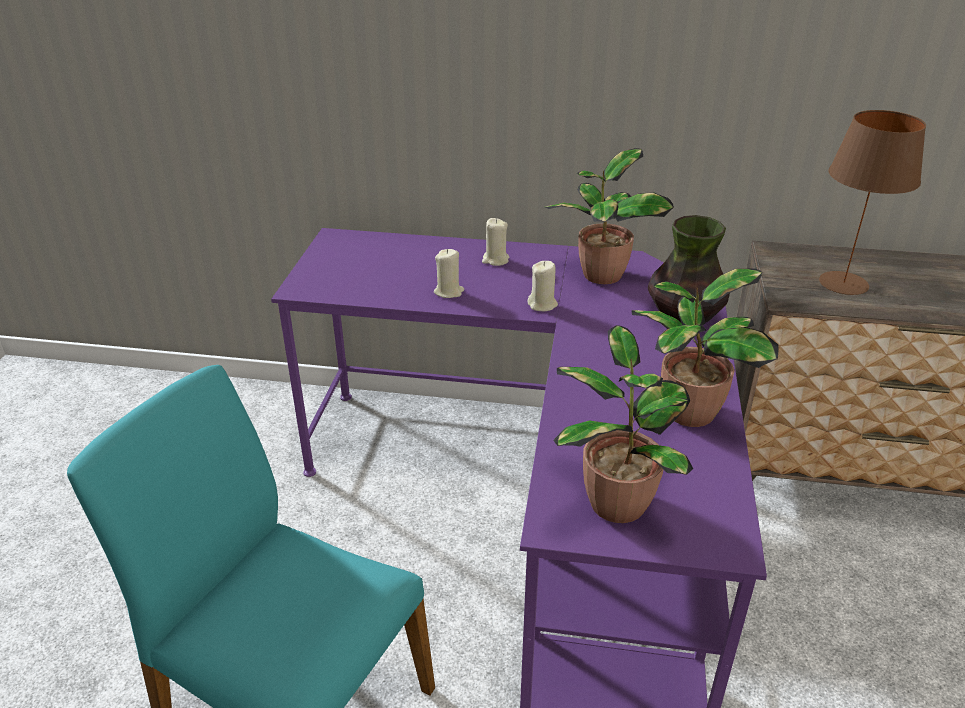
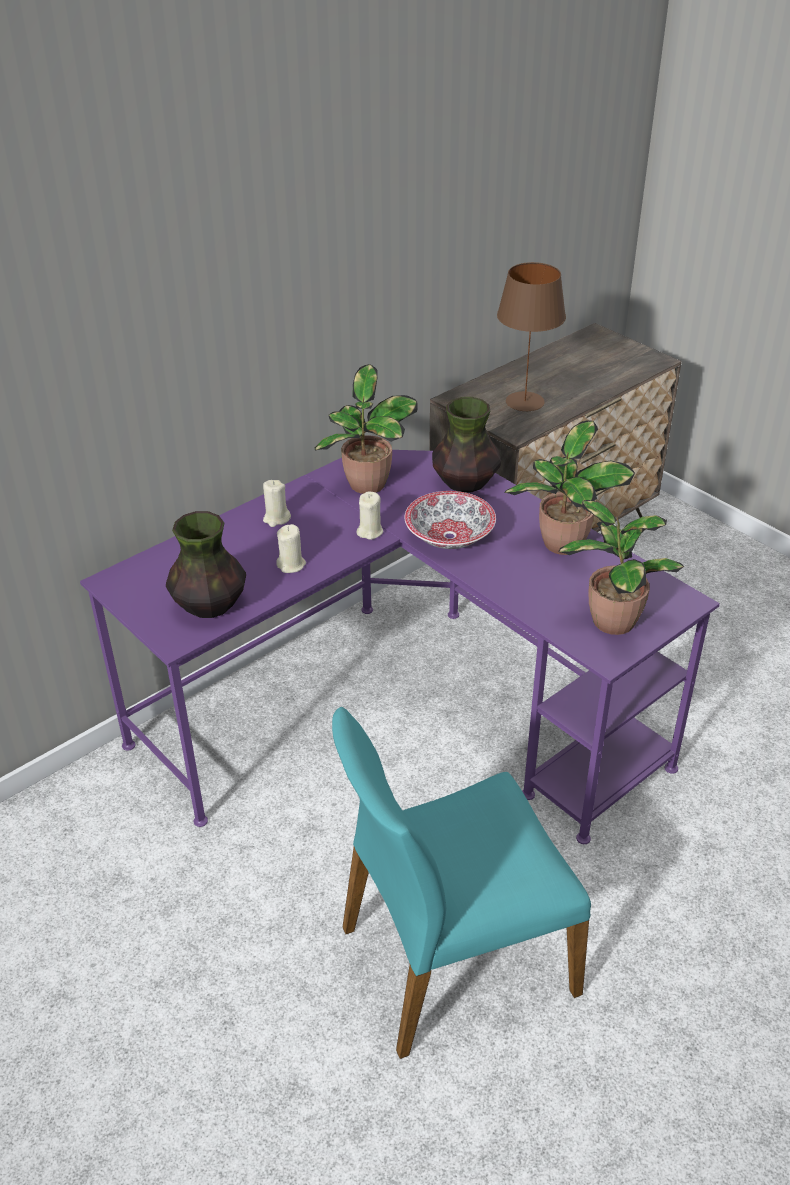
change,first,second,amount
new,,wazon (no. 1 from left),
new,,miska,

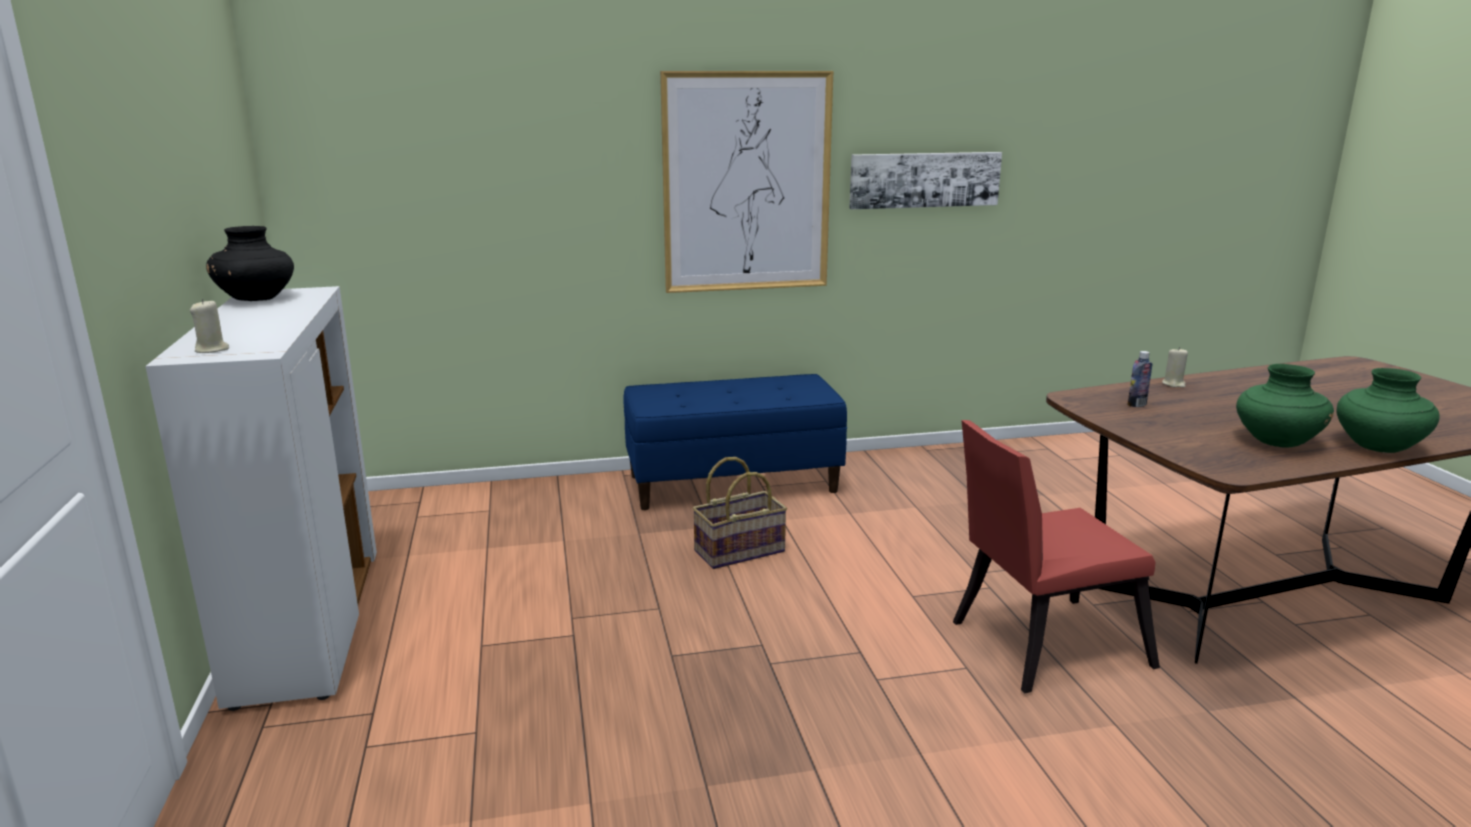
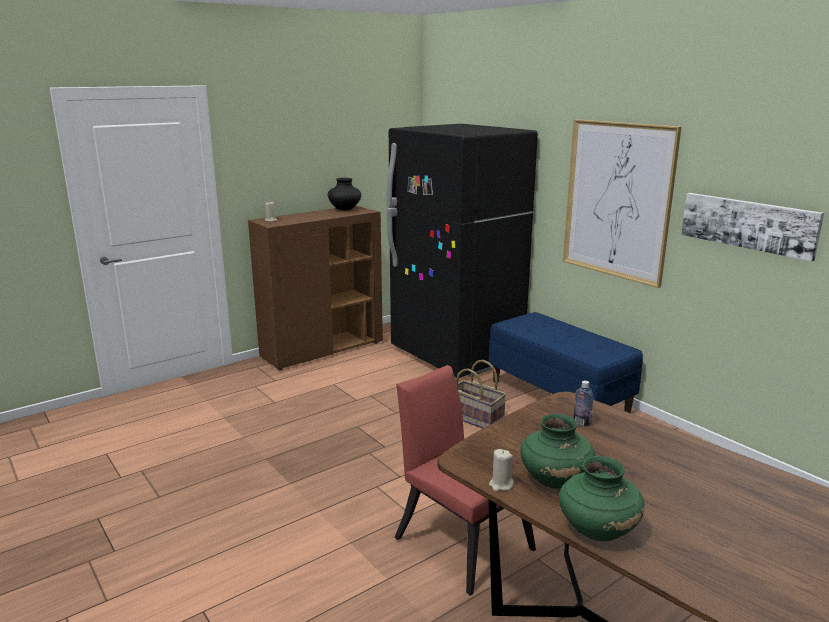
change,first,second,amount
repainted,szafka (biały),szafka (brązowy),
shifted,świeca (beżowy) (no. 2 from left),,
new,,lodówka (czarny),

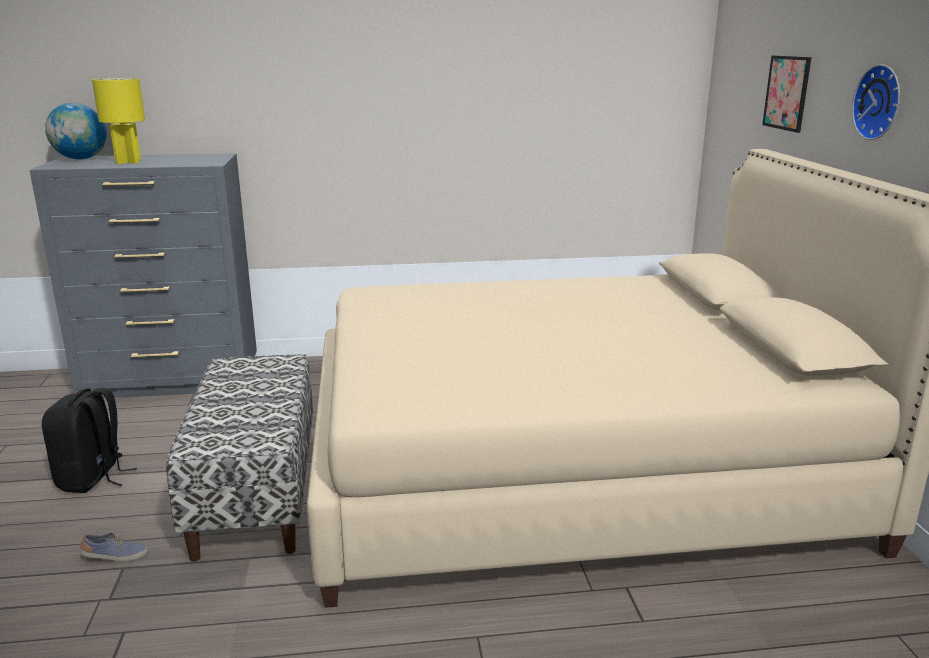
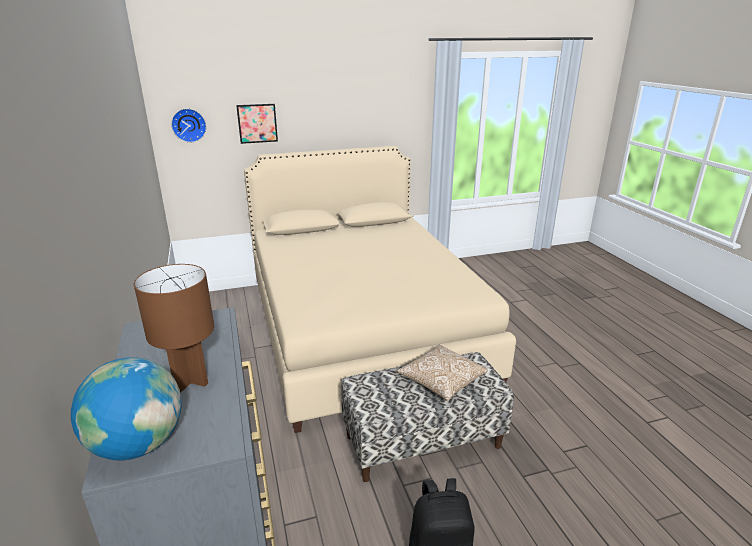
change,first,second,amount
gone,but,,
repainted,lampa stołowa (żółty),lampa stołowa (brązowy),
shifted,zegar ścienny,,
new,,poduszka,

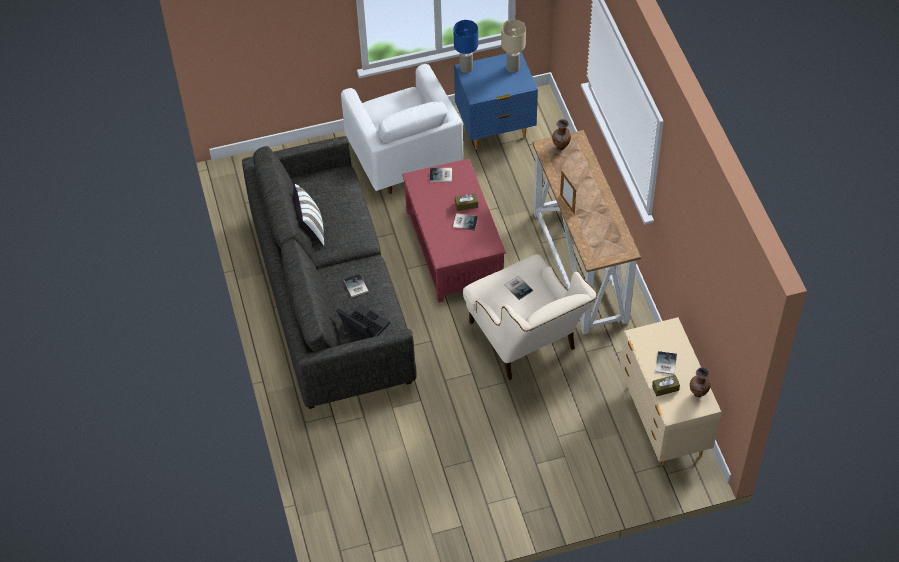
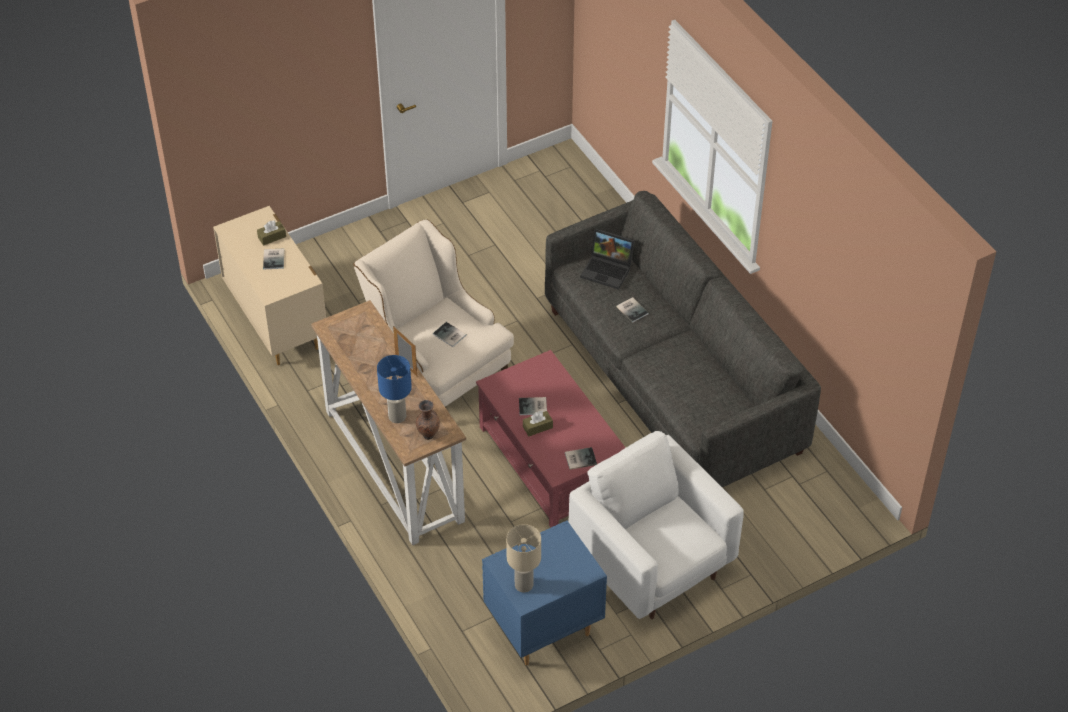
change,first,second,amount
gone,poduszka (biały),,
shifted,lampa stołowa (niebieski),,
gone,wazon (brązowy) (no. 2 from left),,

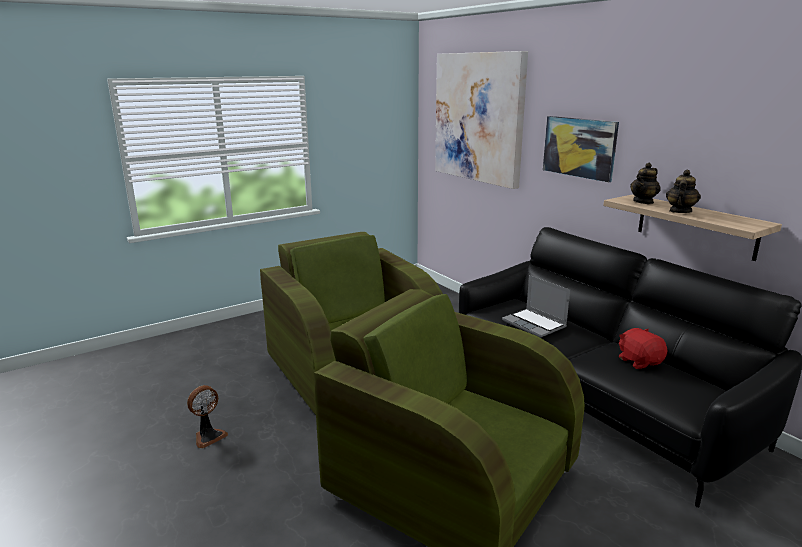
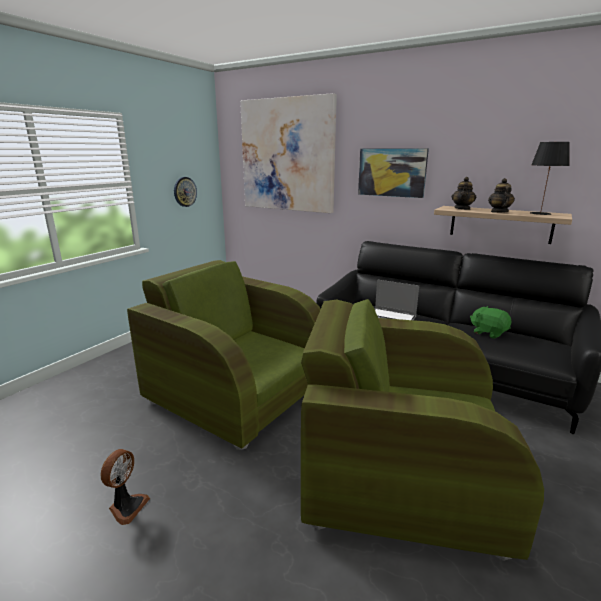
change,first,second,amount
repainted,pluszak (czerwony),pluszak (zielony),
new,,zegar ścienny,
new,,lampa stołowa (czarny),

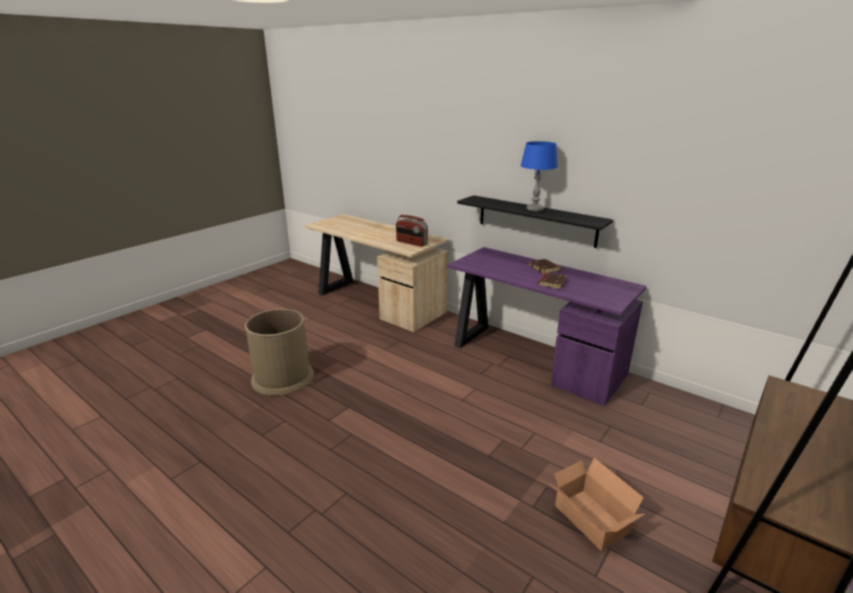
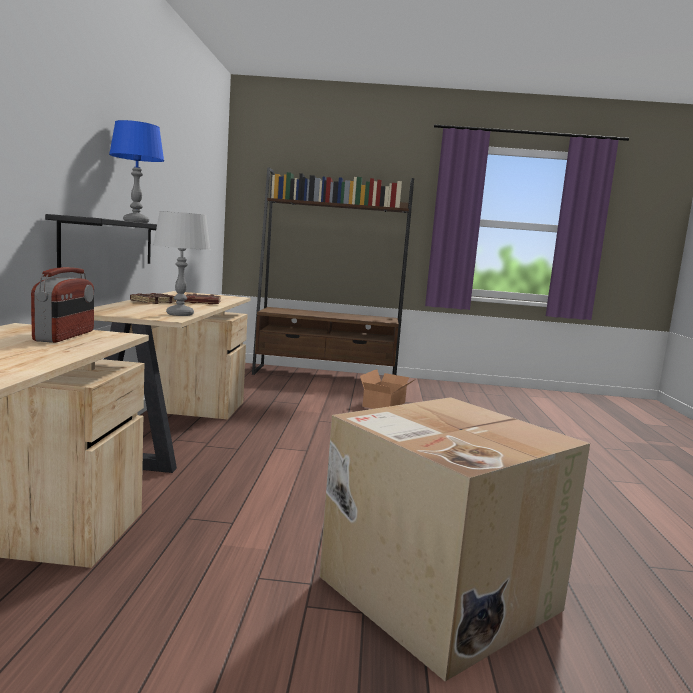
change,first,second,amount
swapped,kosz na śmieci (brązowy),karton (no. 2 from left),
repainted,biurko (fioletowy),biurko (beżowy) (no. 2 from left),
new,,lampa stołowa (szary),

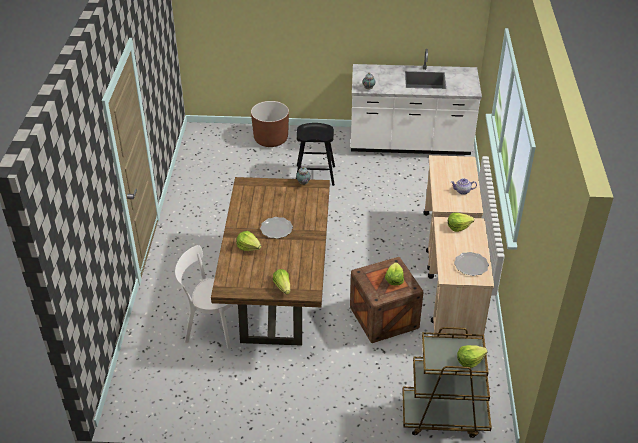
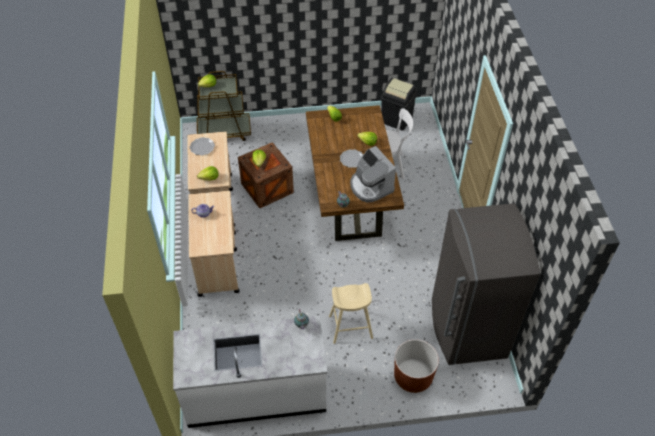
change,first,second,amount
repainted,stołek (czarny),stołek (beżowy),
new,,ekspres do kawy,
new,,kosz na śmieci (czarny),
new,,lodówka (szary),

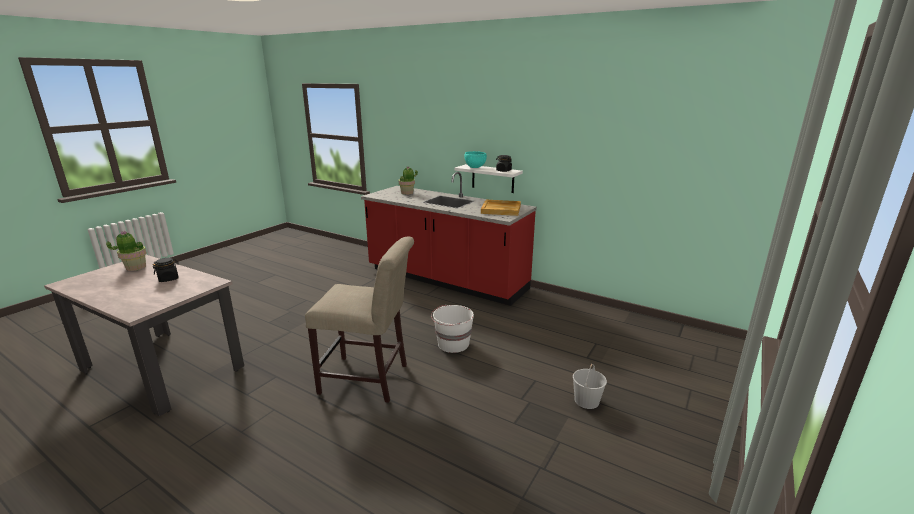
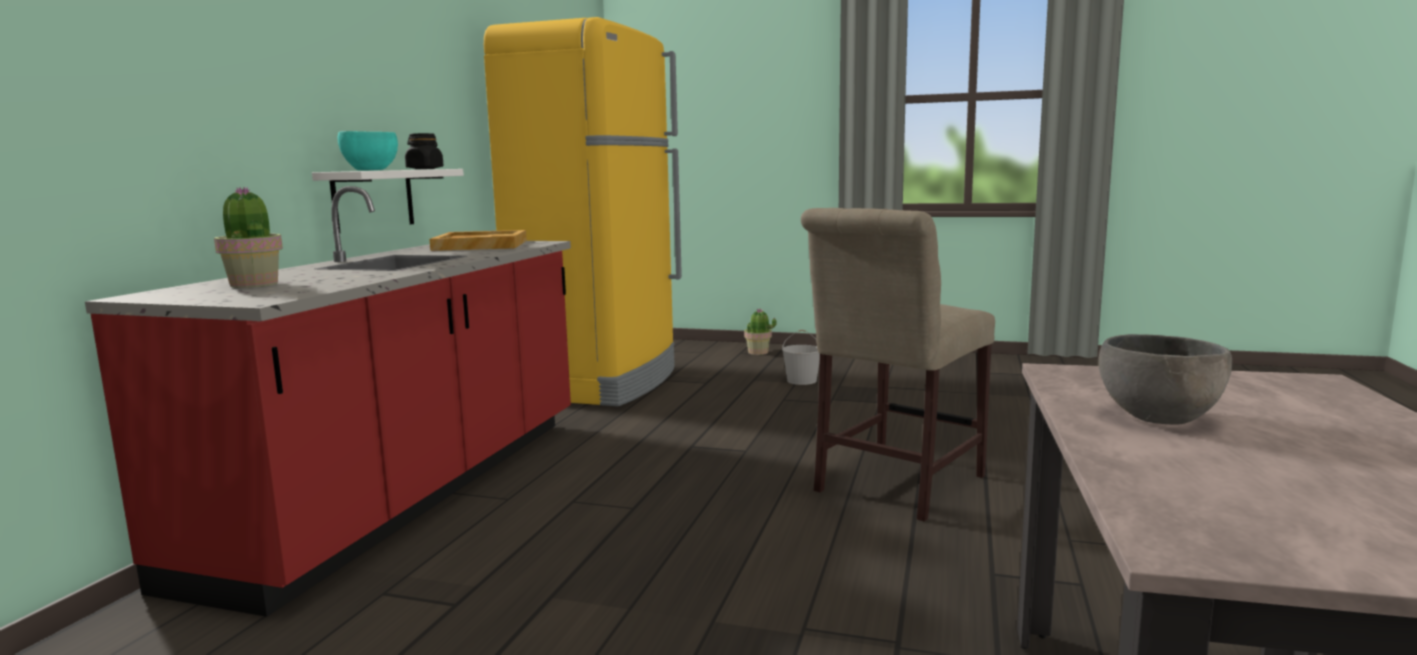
change,first,second,amount
shifted,roślina doniczkowa (no. 1 from left in the first image),roślina doniczkowa (no. 2 from left),
swapped,słoik (czarny) (no. 1 from left),miska (szary),
rotated,krzesło (beżowy),,135 degrees counterclockwise
gone,wiadro (biały) (no. 1 from left),,
new,,lodówka (żółty),

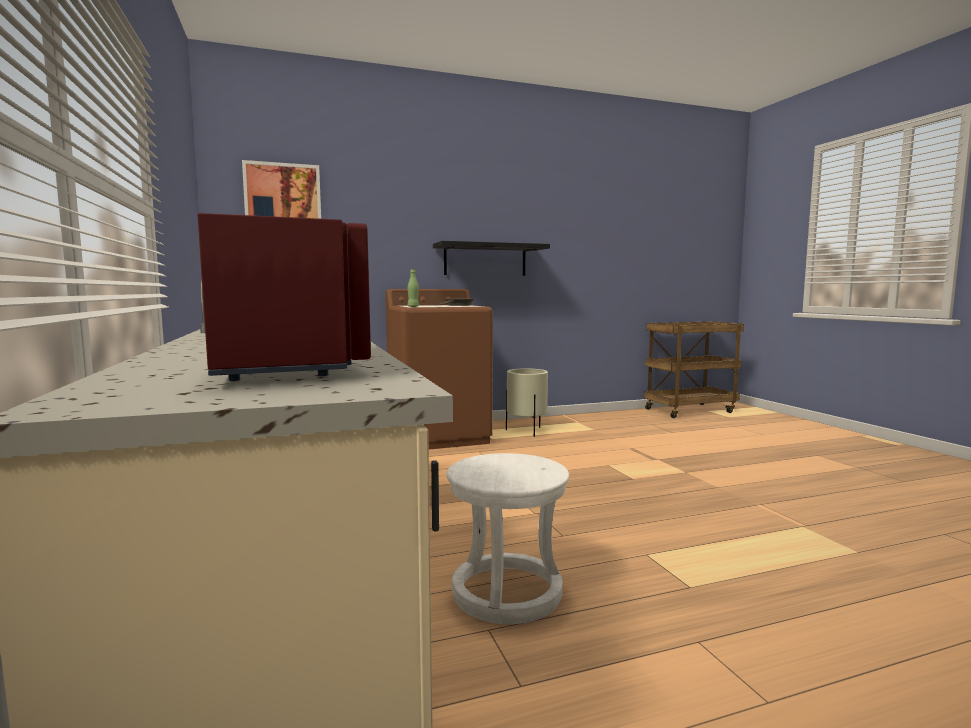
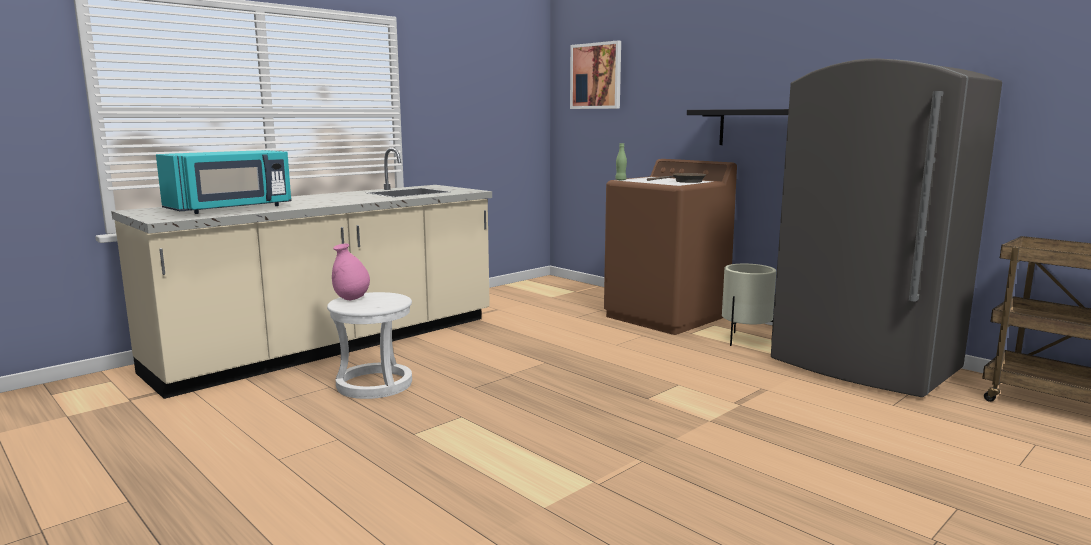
change,first,second,amount
repainted,mikrofalówka (czerwony),mikrofalówka (turkusowy),
new,,wazon (różowy),
new,,lodówka (szary),

